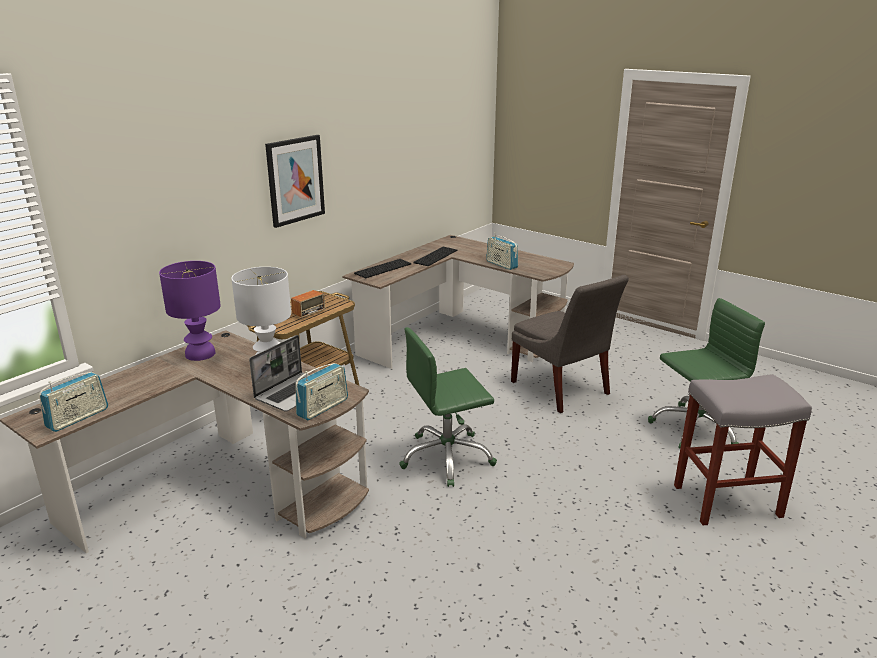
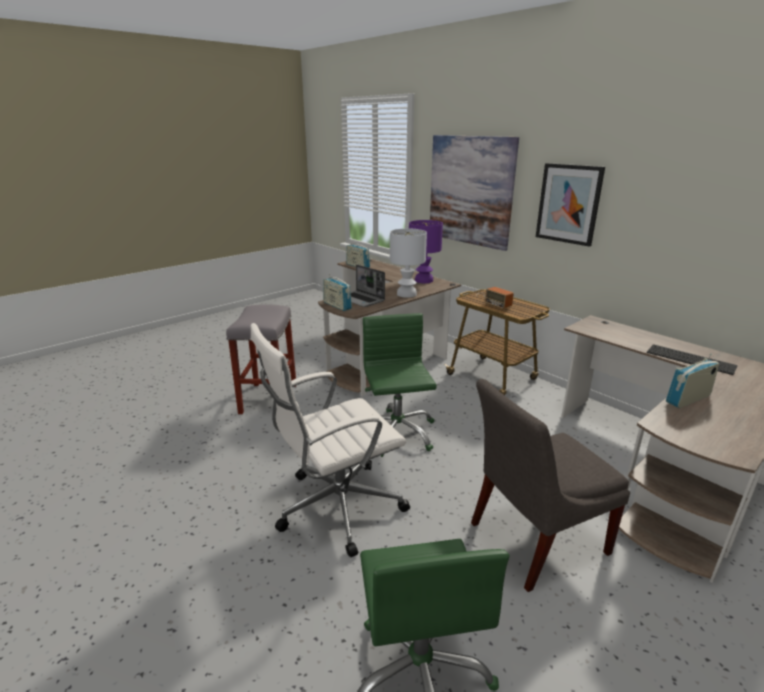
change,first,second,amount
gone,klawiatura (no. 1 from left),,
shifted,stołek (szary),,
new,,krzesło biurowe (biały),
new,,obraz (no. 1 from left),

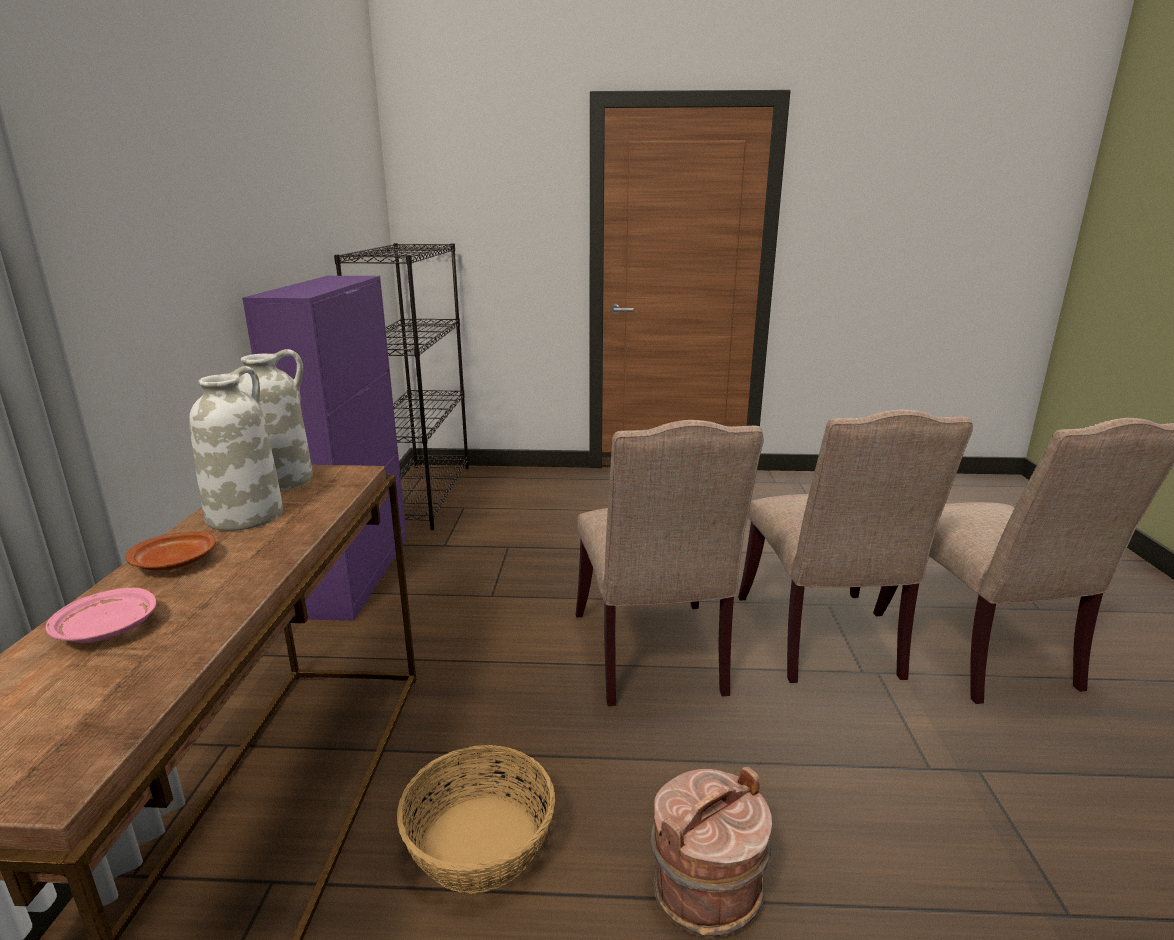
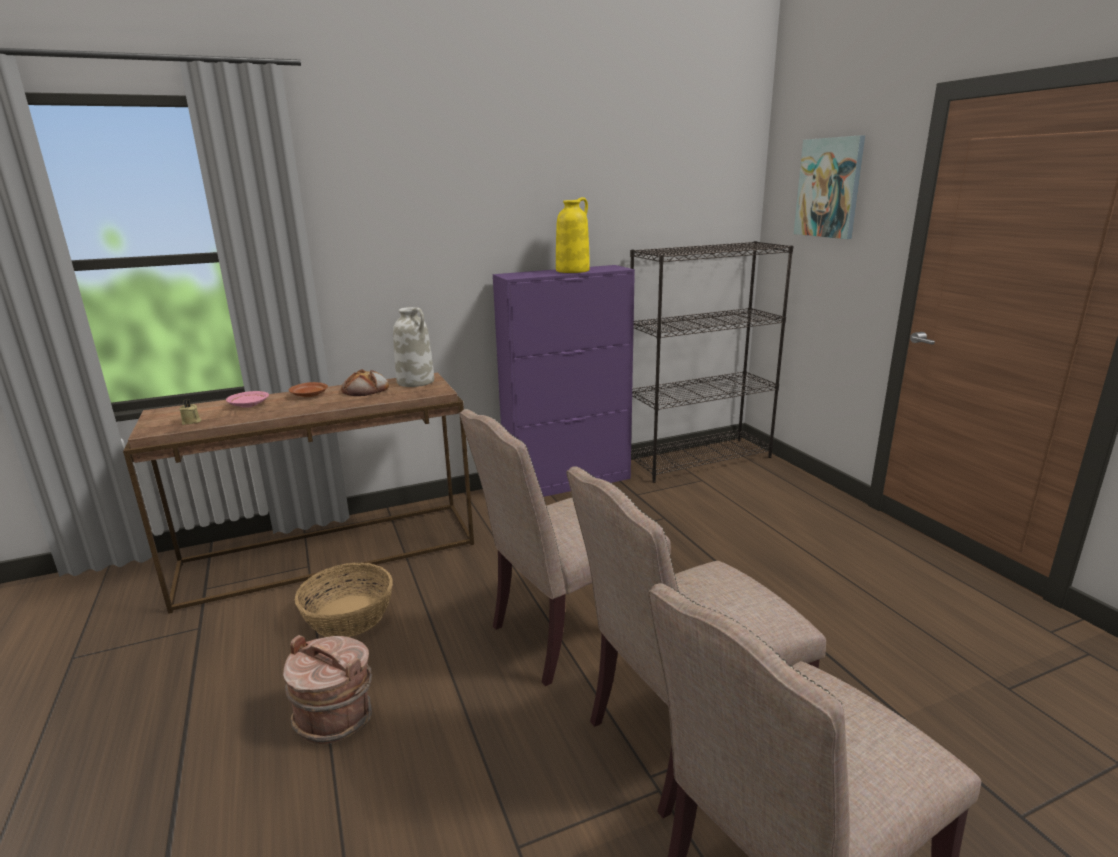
change,first,second,amount
swapped,wazon (biały) (no. 1 from left),chleb,
new,,świeca (beżowy),
new,,wazon (żółty),
new,,obraz,

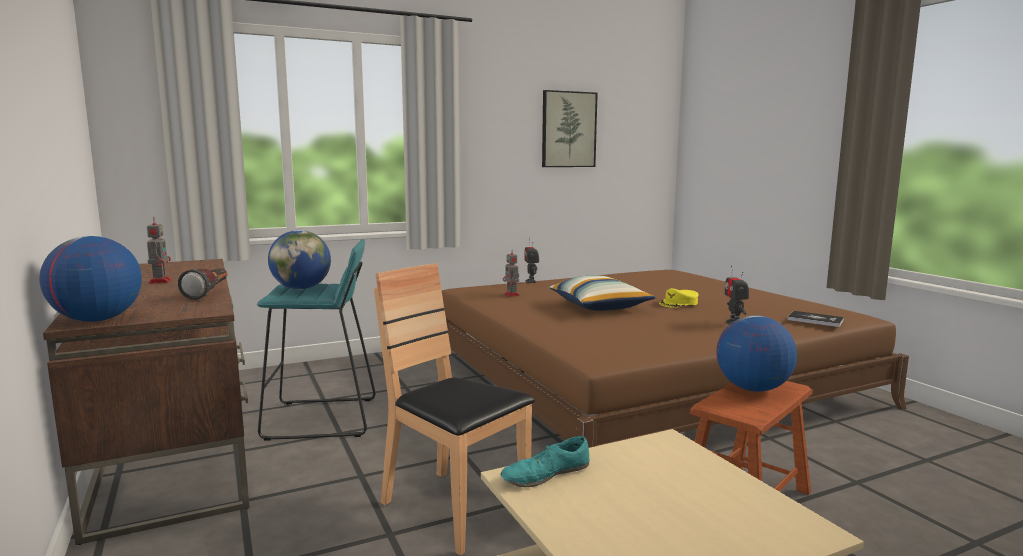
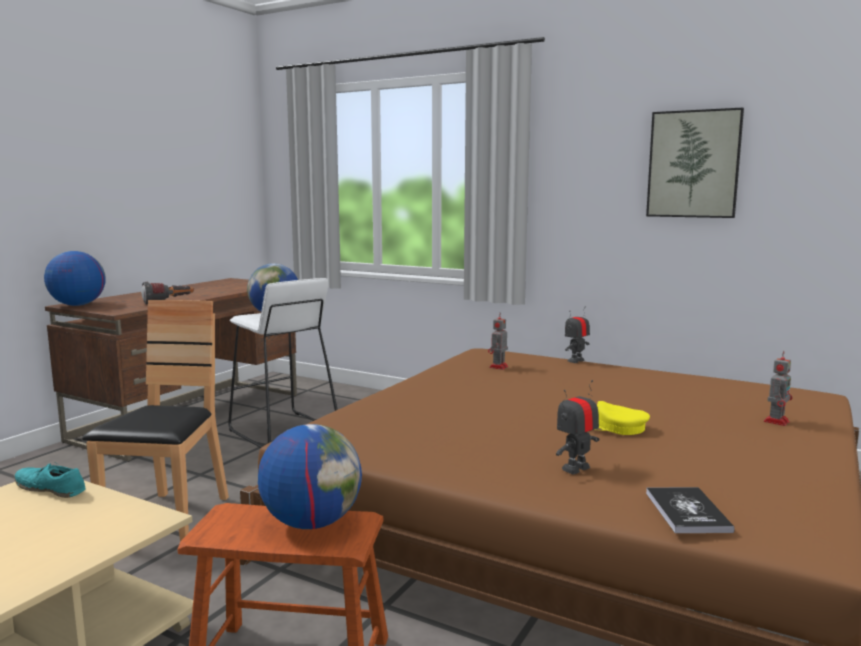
change,first,second,amount
shifted,robot zabawkowy (no. 1 from left in the first image),robot zabawkowy (no. 4 from left),
repainted,stołek (turkusowy),stołek (biały),
gone,poduszka,,

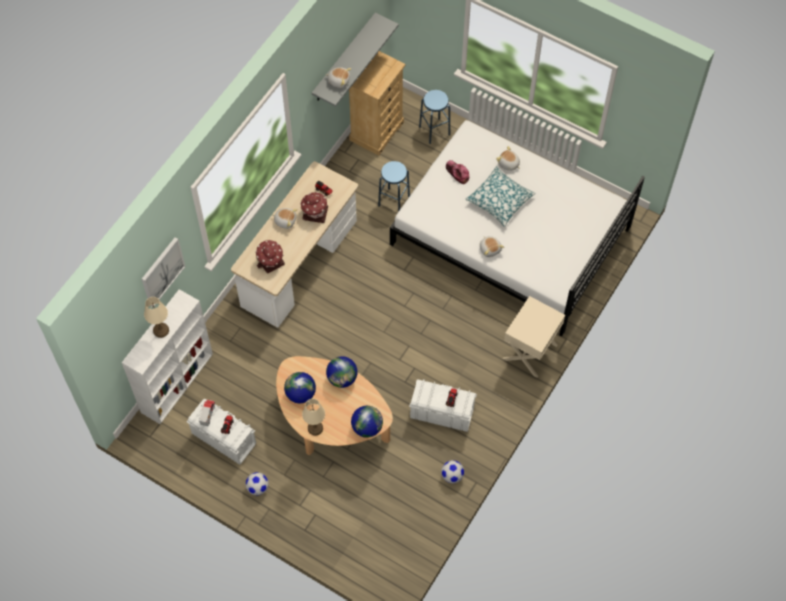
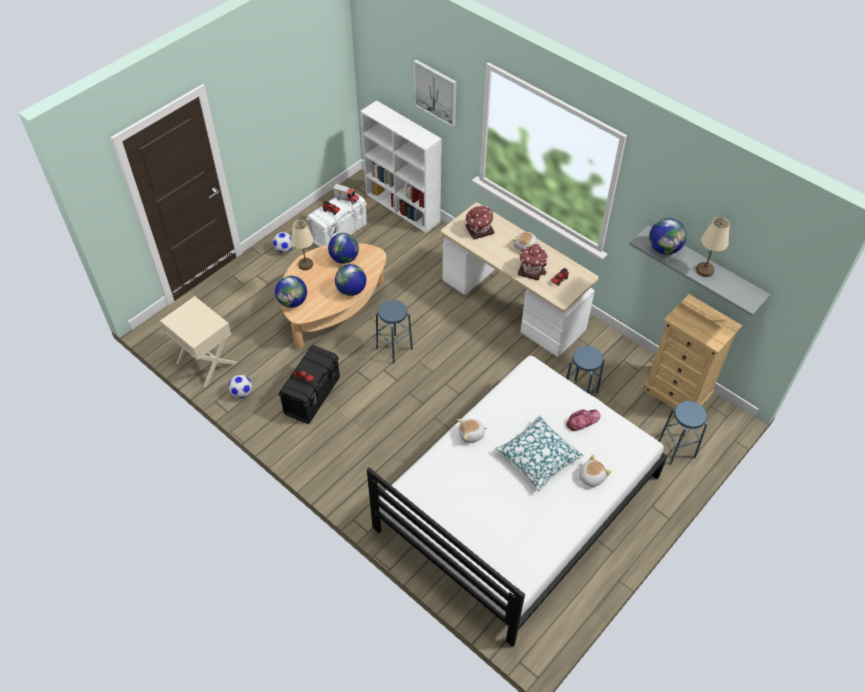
change,first,second,amount
shifted,lampa stołowa (beżowy) (no. 1 from left in the first image),lampa stołowa (beżowy) (no. 2 from left),
swapped,pluszak (no. 2 from left),globus (no. 4 from left),
repainted,pojemnik do przechowywania (biały) (no. 2 from left),pojemnik do przechowywania (czarny),
shifted,szafka nocna (beżowy),,
new,,stołek (niebieski) (no. 1 from left),

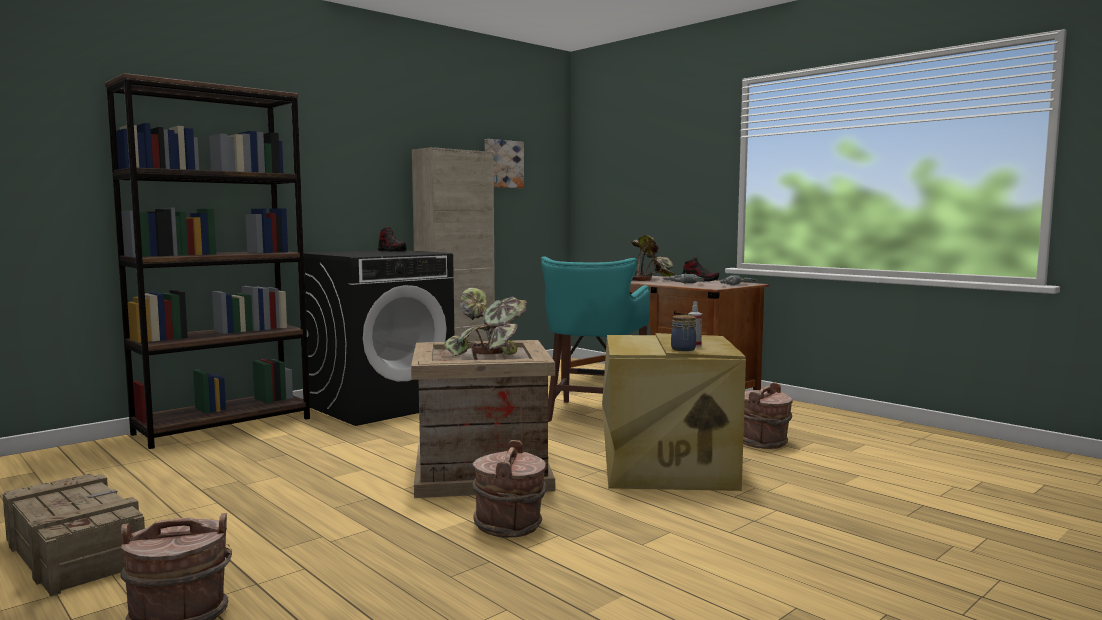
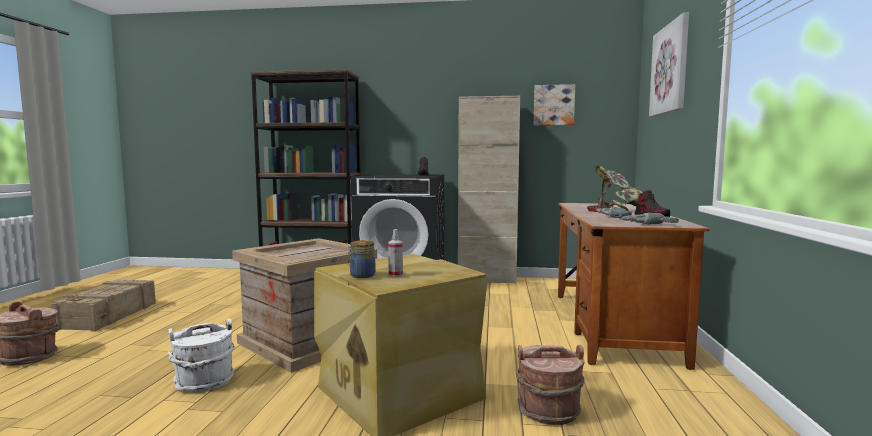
change,first,second,amount
gone,roślina doniczkowa (no. 1 from left),,
repainted,wiadro (brązowy) (no. 2 from left),wiadro (biały),
gone,stołek (turkusowy),,
new,,obraz (no. 2 from left),

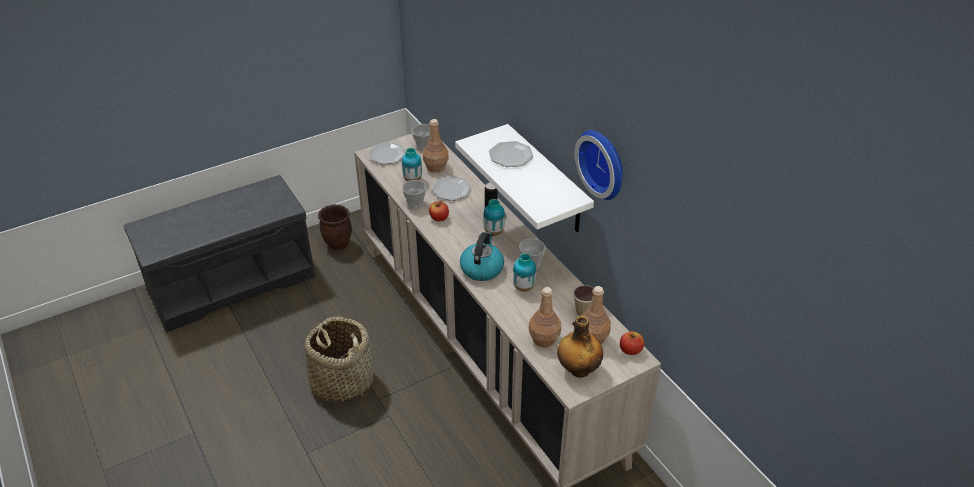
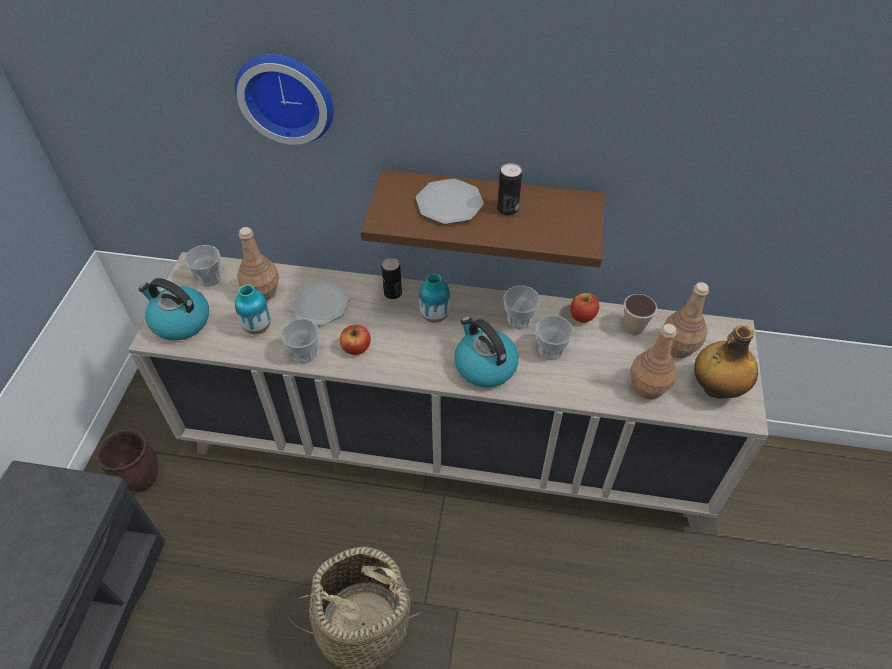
change,first,second,amount
swapped,talerz (no. 1 from left),czajnik (no. 1 from left),
repainted,półka (biały),półka (brązowy),
swapped,wazon (no. 3 from left),filiżanka (no. 4 from left),
shifted,zegar ścienny,,
shifted,jabłko (no. 2 from left),,
new,,puszka (no. 2 from left),

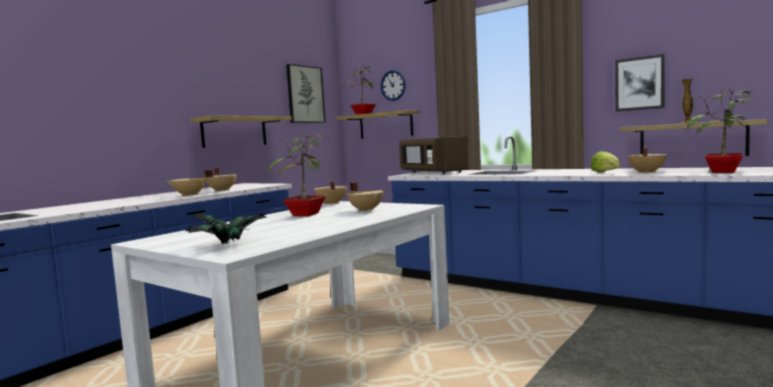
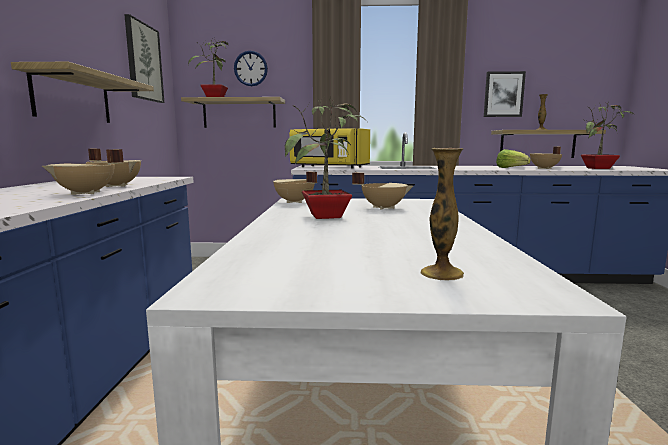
change,first,second,amount
swapped,roślina doniczkowa (no. 1 from left),wazon (no. 1 from left),
repainted,mikrofalówka (brązowy),mikrofalówka (żółty),

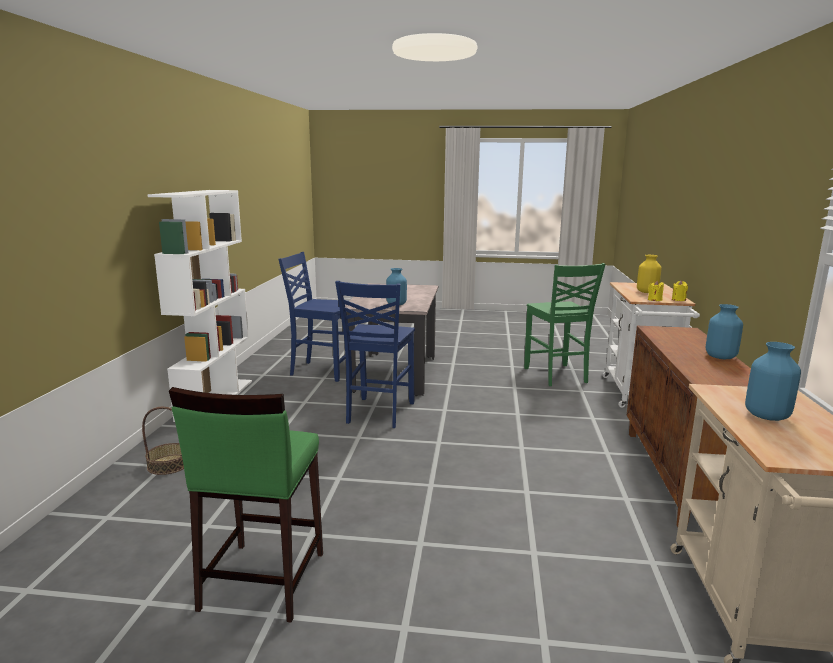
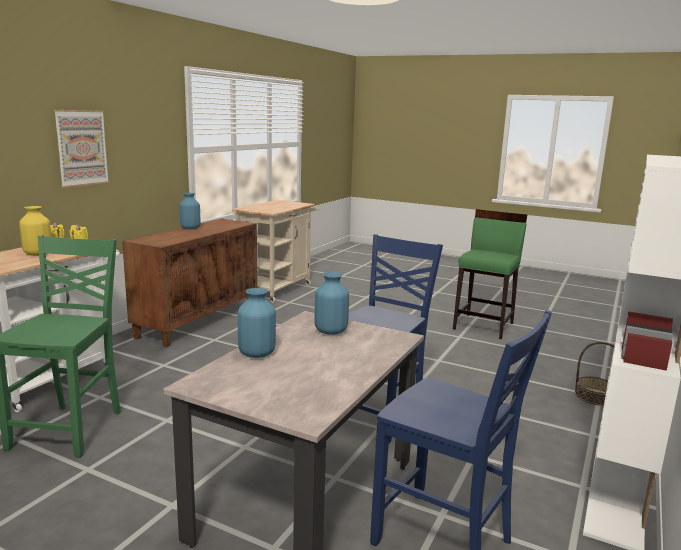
change,first,second,amount
shifted,wazon (niebieski) (no. 3 from left in the first image),wazon (niebieski) (no. 2 from left),
new,,obraz,

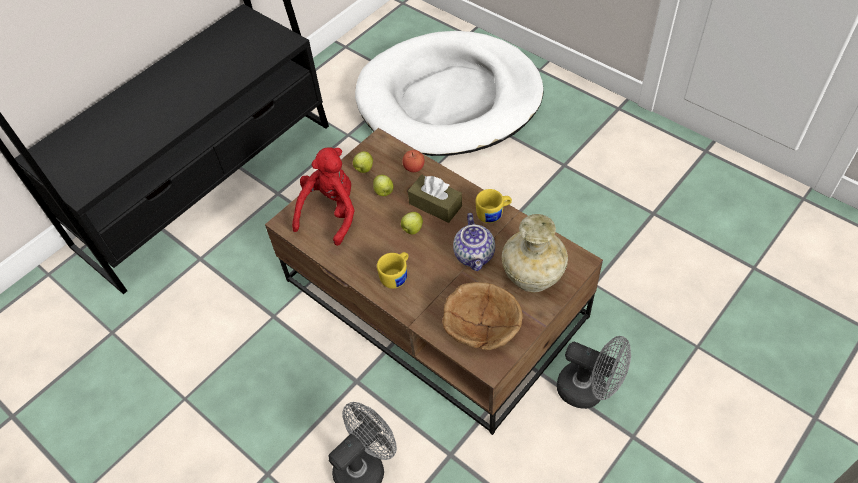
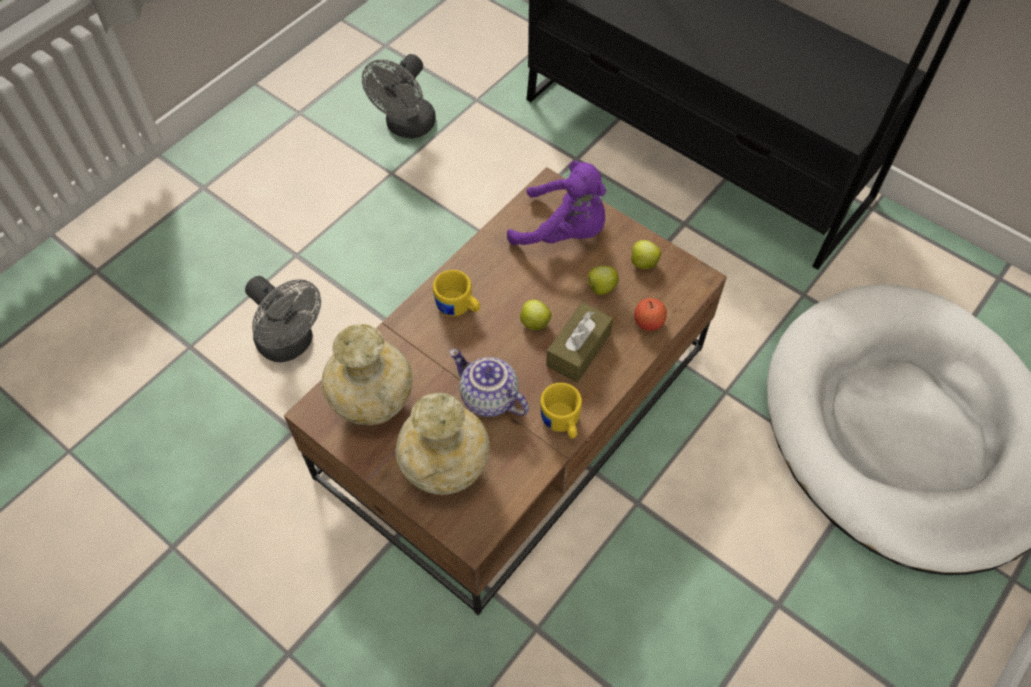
change,first,second,amount
repainted,pluszak (czerwony),pluszak (fioletowy),
swapped,miska (brązowy),wazon (beżowy) (no. 1 from left),
rotated,imbryk,,45 degrees clockwise
shifted,wentylator (szary) (no. 2 from left),,

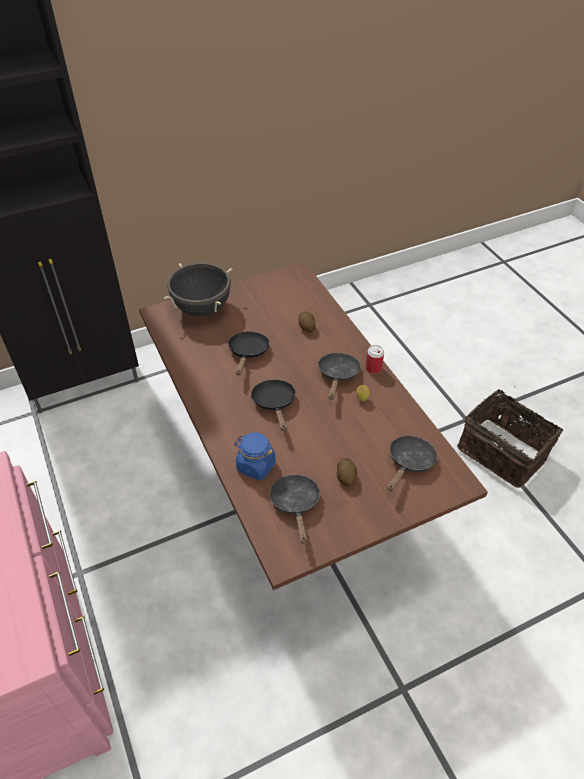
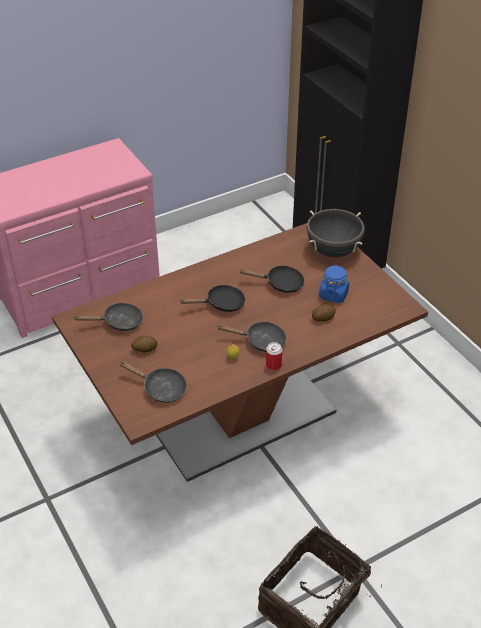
change,first,second,amount
shifted,słoik (niebieski),,

